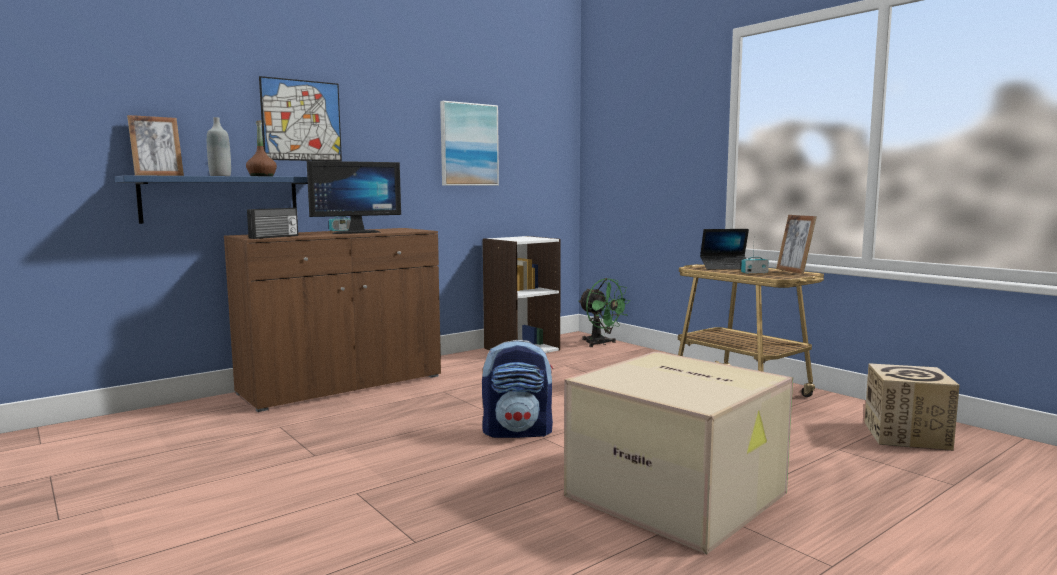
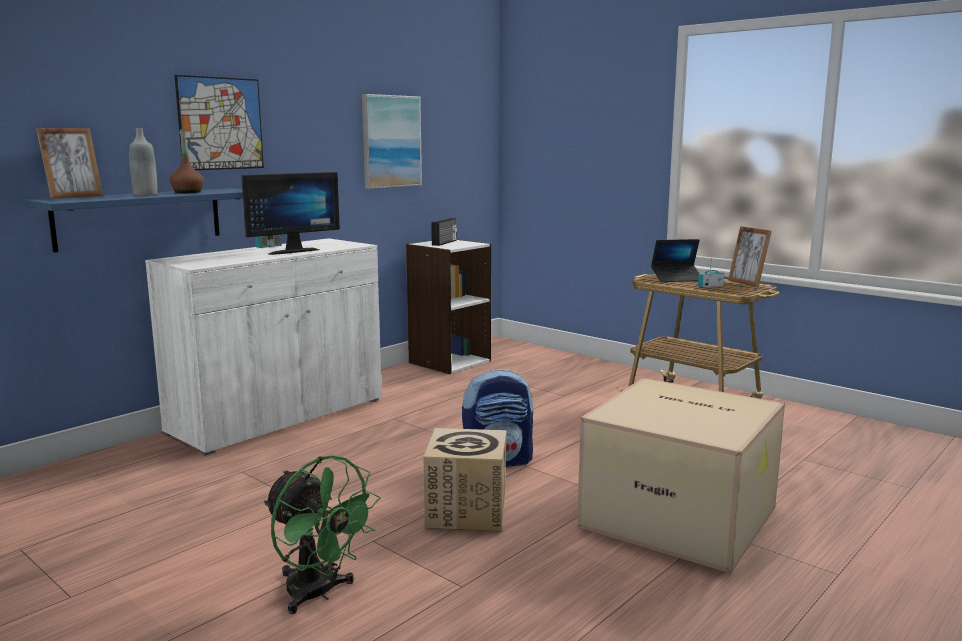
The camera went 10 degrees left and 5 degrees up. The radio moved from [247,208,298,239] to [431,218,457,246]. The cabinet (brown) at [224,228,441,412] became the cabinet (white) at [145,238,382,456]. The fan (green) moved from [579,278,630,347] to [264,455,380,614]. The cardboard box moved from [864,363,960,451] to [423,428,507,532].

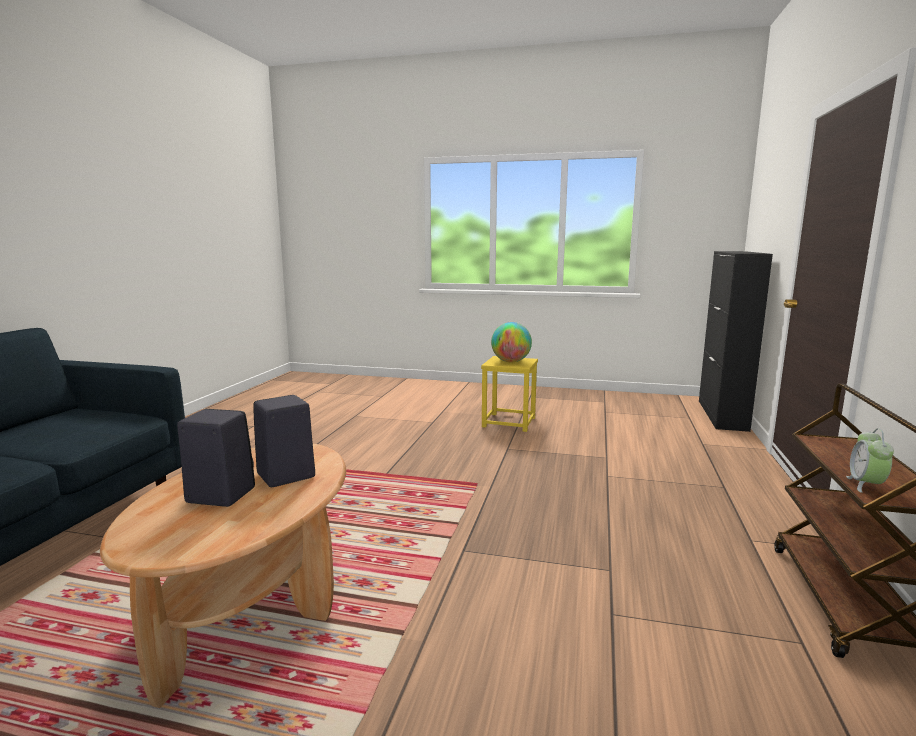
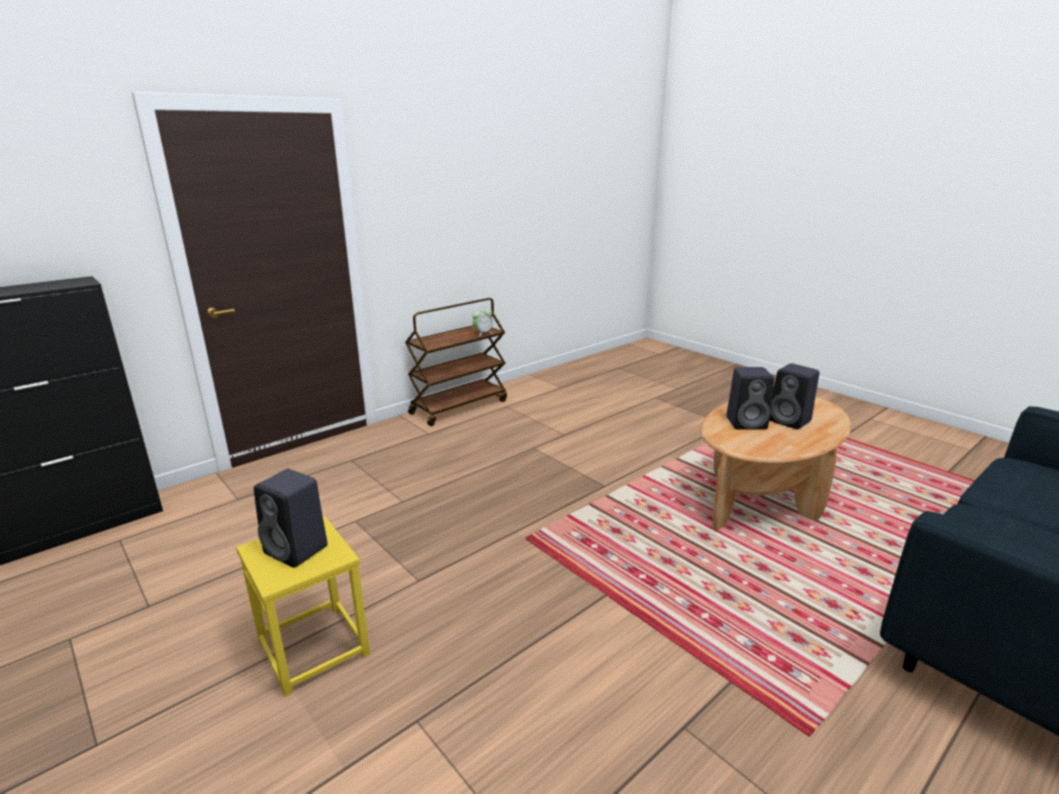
The camera went 145 degrees left and 10 degrees up. The globe at [491,322,532,362] was replaced by the speaker (black) at [254,469,328,568].

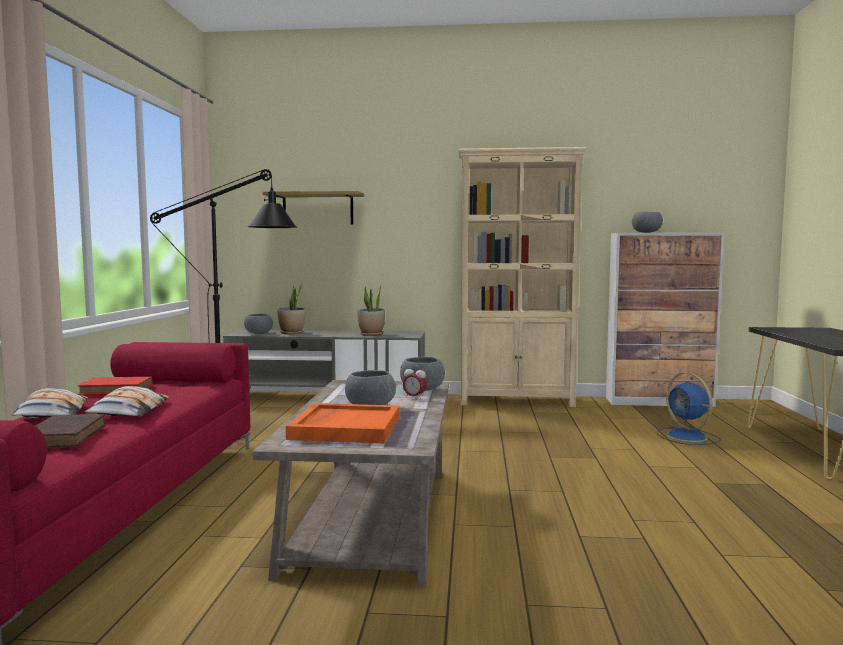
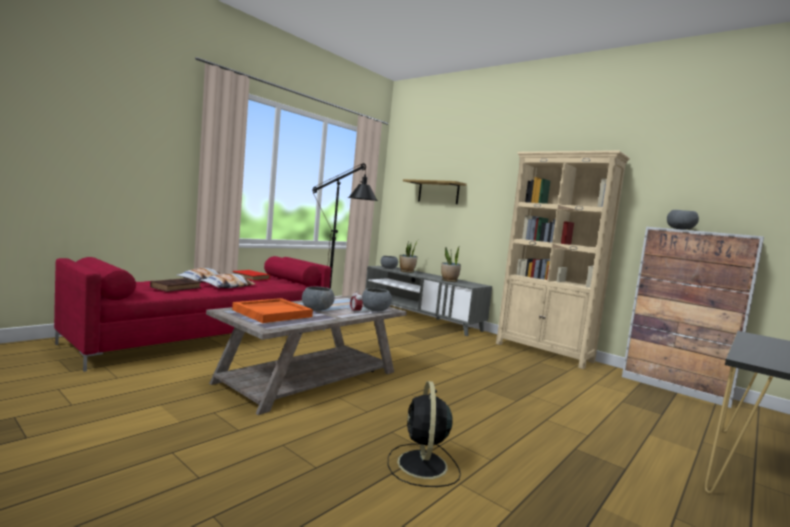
The camera went 35 degrees right and 0 degrees up. The fan (blue) at [657,373,721,445] disappeared. The fan (black) at [388,381,461,487] appeared.

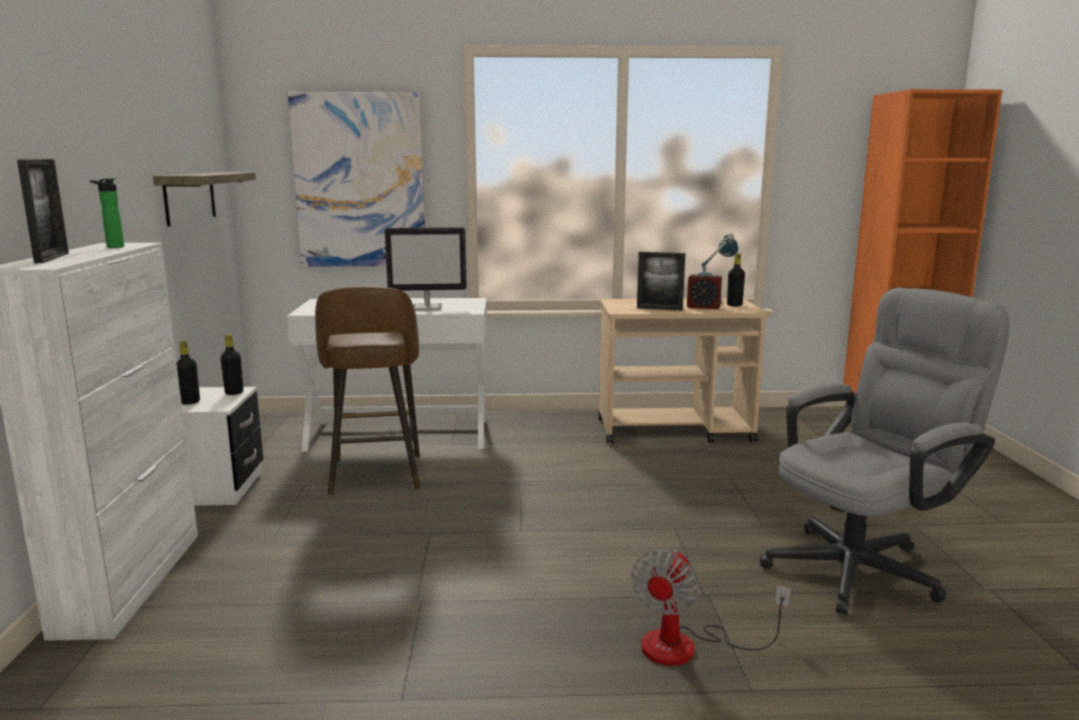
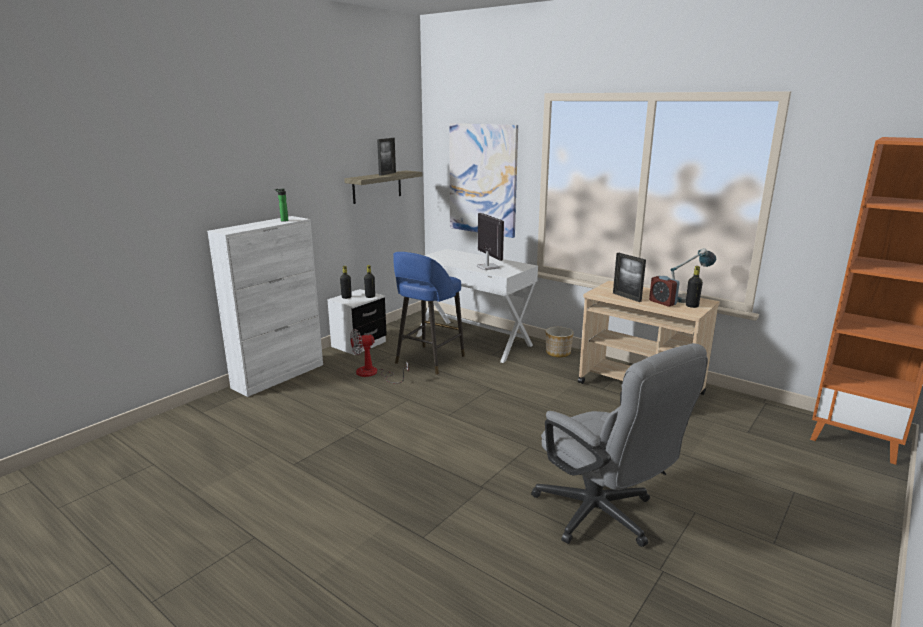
The camera went 40 degrees right and 5 degrees up. The picture frame moved from [17,159,69,263] to [377,138,396,176]. The monitor at [385,227,467,311] turned 150 degrees counterclockwise. The stool (brown) at [315,286,421,495] became the stool (blue) at [393,252,465,375]. The office chair (grey) at [759,288,1009,615] turned 45 degrees clockwise. The fan moved from [631,549,791,666] to [350,329,408,384]. The planter at [546,327,574,357] appeared.

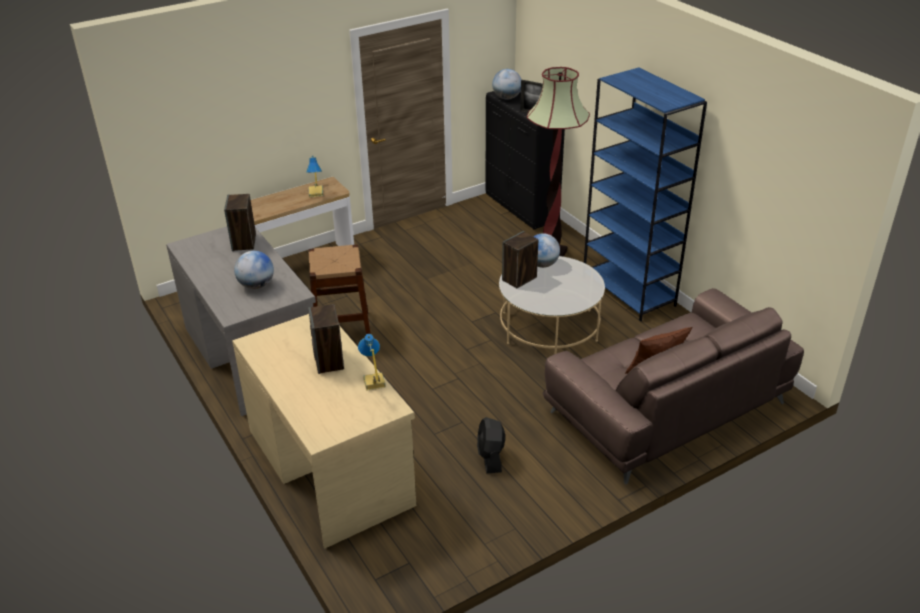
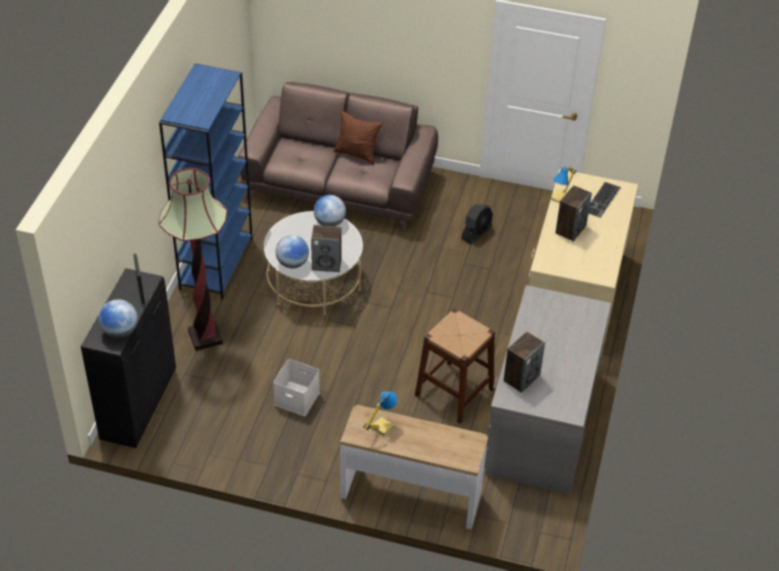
The camera went 135 degrees left and 10 degrees up. The globe moved from [234,251,274,289] to [314,195,346,226]. The keyboard at [589,182,621,218] appeared. The storage box (white) at [273,359,320,416] appeared.

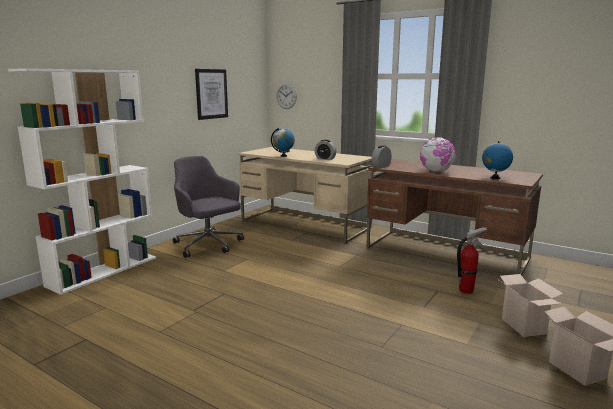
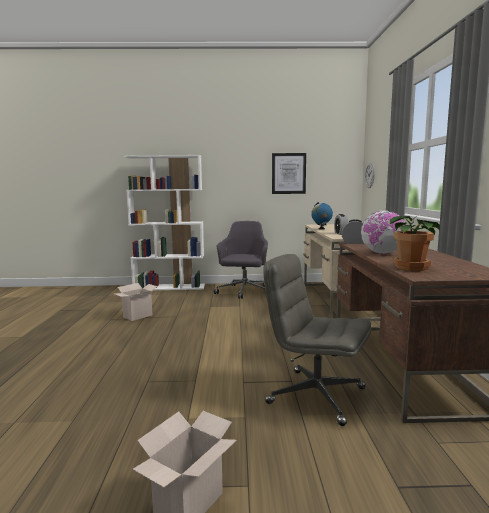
The camera went 55 degrees right and 5 degrees down. The globe at [482,141,513,179] was replaced by the potted plant at [390,216,440,271]. The fire extinguisher at [457,227,488,294] was replaced by the office chair (grey) at [263,254,372,426]. The cardboard box moved from [499,274,563,337] to [115,283,158,321].

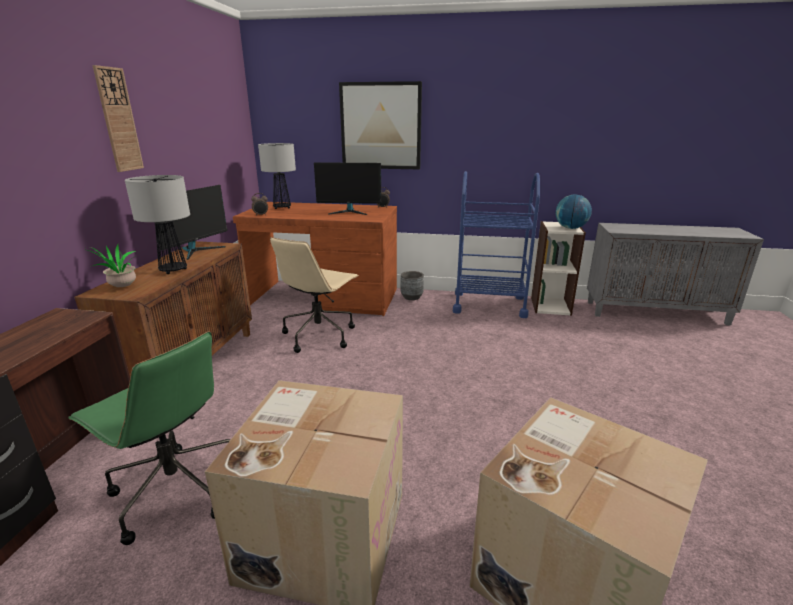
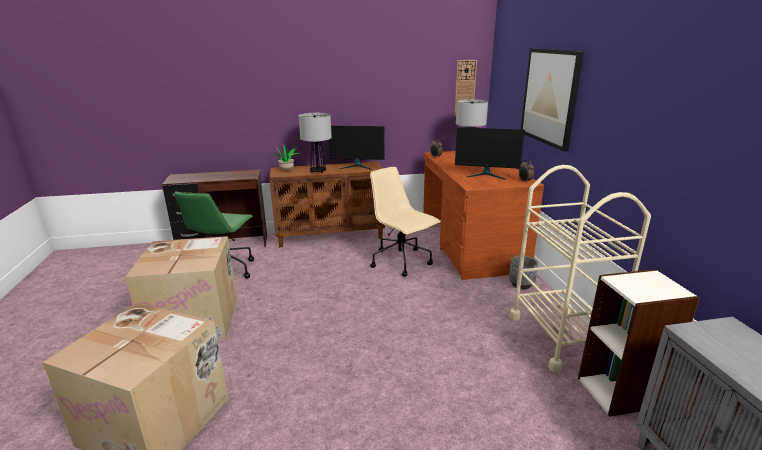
The camera went 70 degrees right and 0 degrees up. The wall clock moved from [92,65,144,172] to [454,60,477,116]. The monitor at [314,162,381,215] turned 60 degrees counterclockwise. The cart (blue) at [453,171,540,318] became the cart (beige) at [509,165,651,373]. The globe at [556,194,592,229] disappeared. The office chair (beige) at [270,237,359,353] turned 45 degrees clockwise.

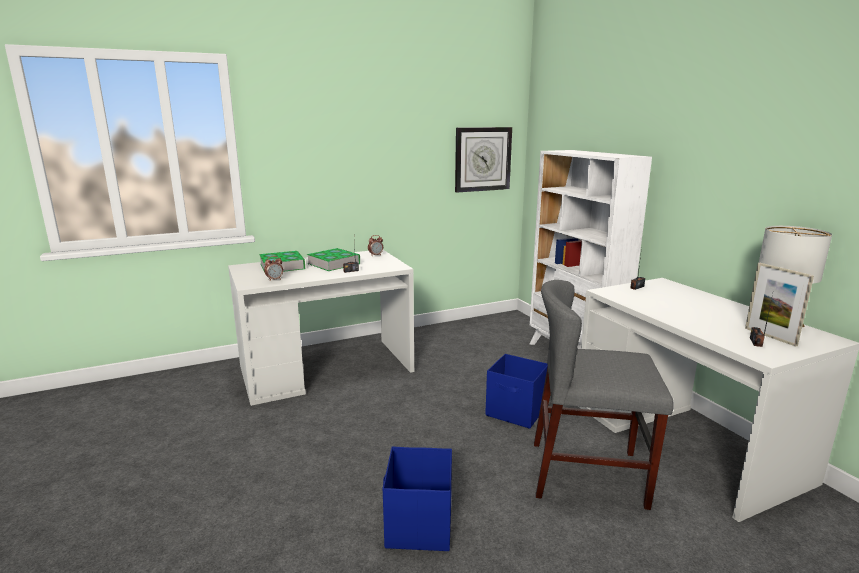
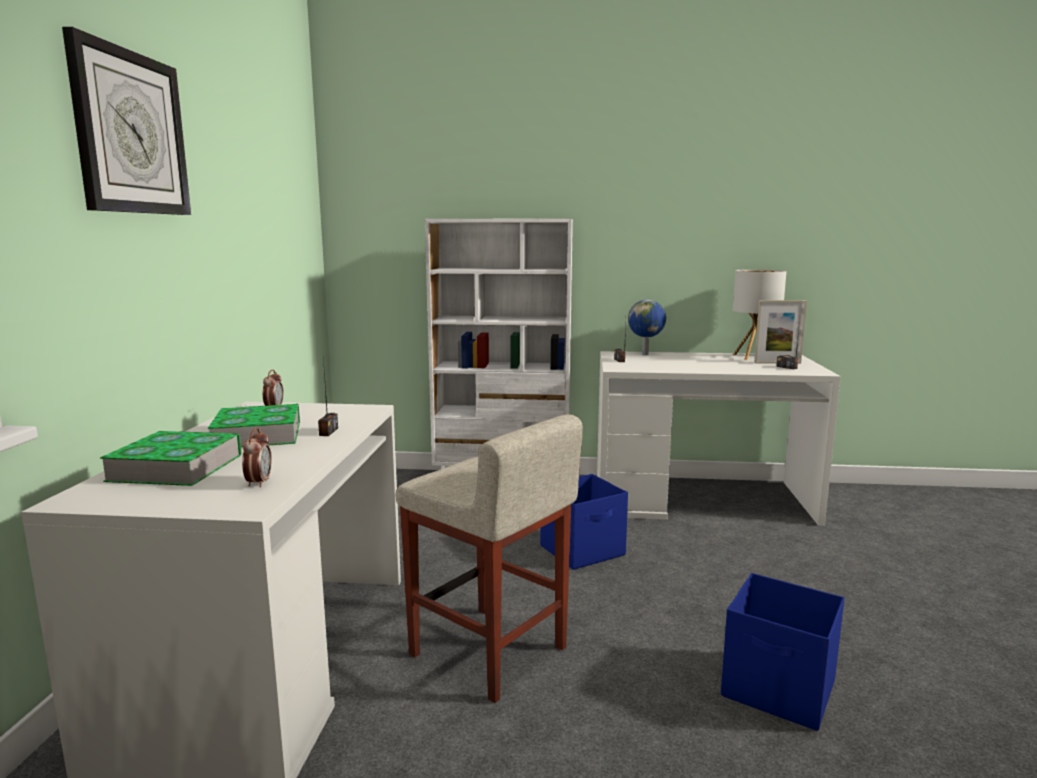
The camera went 60 degrees left and 5 degrees down. The wall clock moved from [455,127,512,192] to [62,27,191,215]. The chair (grey) at [534,280,674,510] disappeared. The globe at [628,300,666,355] appeared. The stool (beige) at [396,414,583,703] appeared.

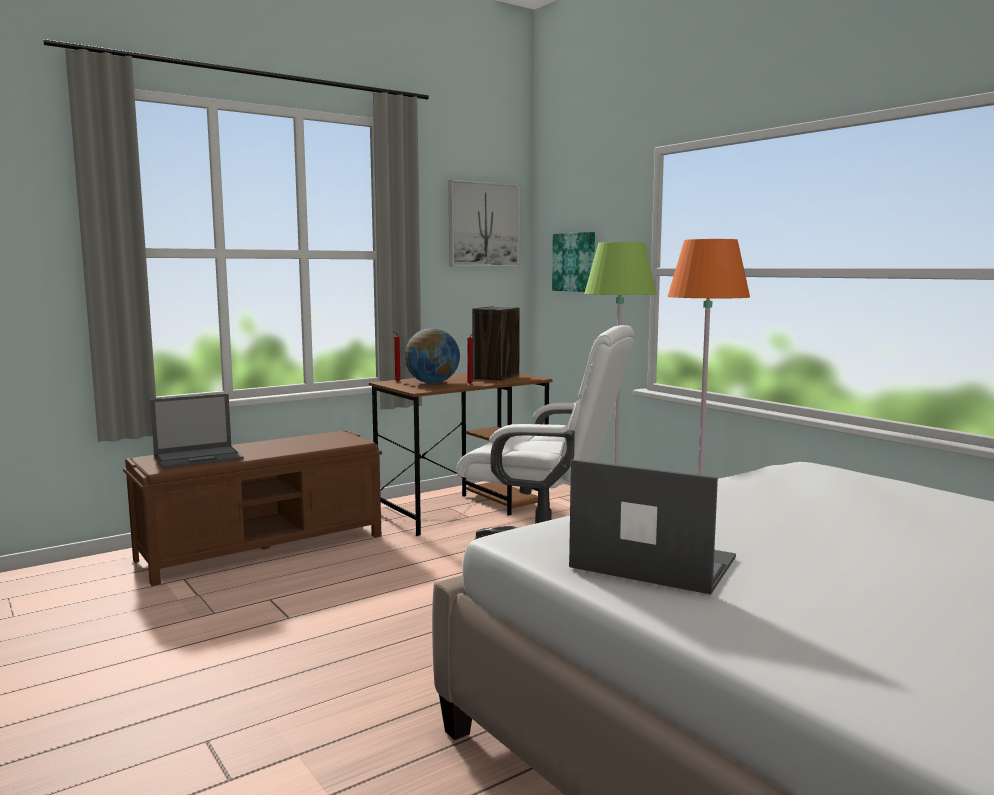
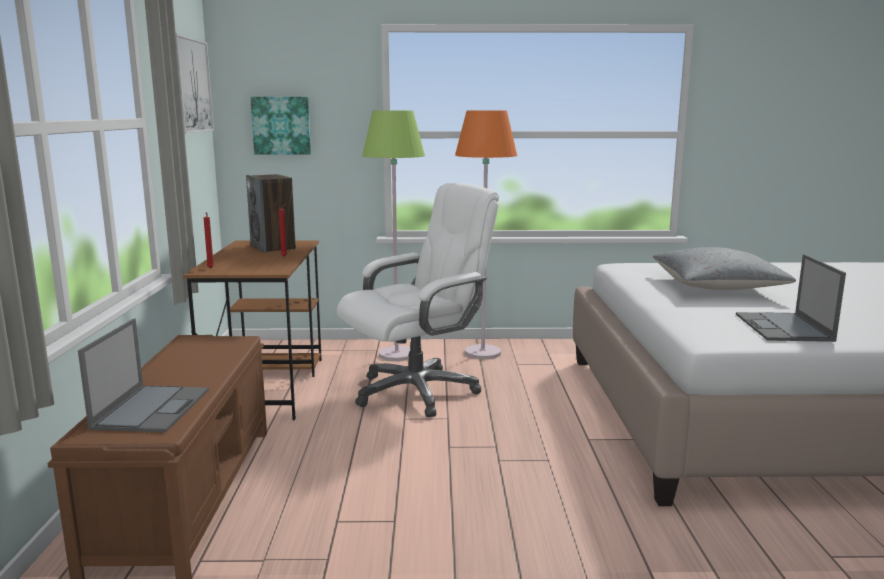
The camera went 55 degrees left and 5 degrees up. The globe at [405,328,460,384] disappeared. The laptop at [569,459,736,594] turned 60 degrees counterclockwise. The pillow (grey) at [653,247,796,290] appeared.

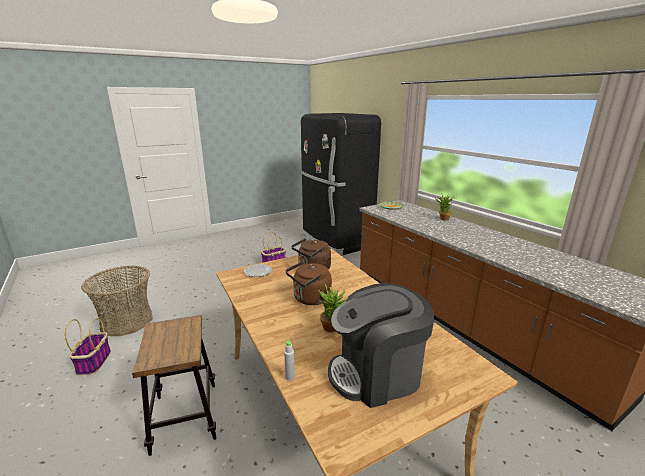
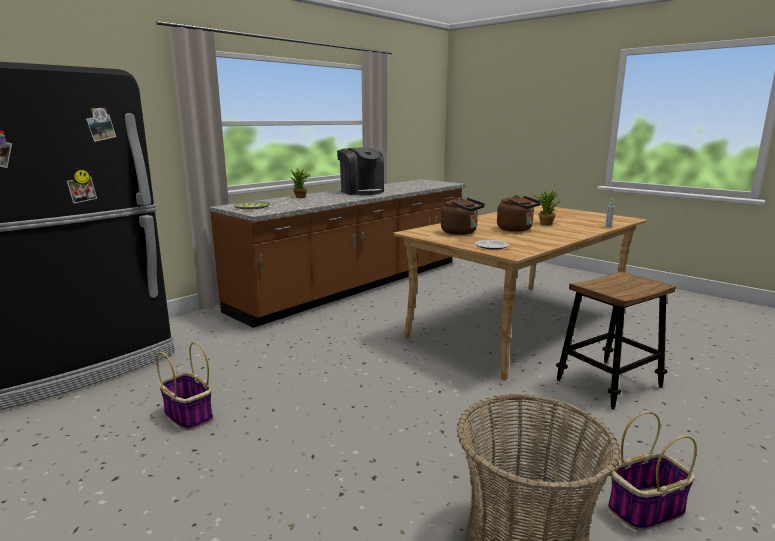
The camera went 105 degrees left and 5 degrees down. The coffee machine moved from [328,283,434,408] to [337,148,384,195].

